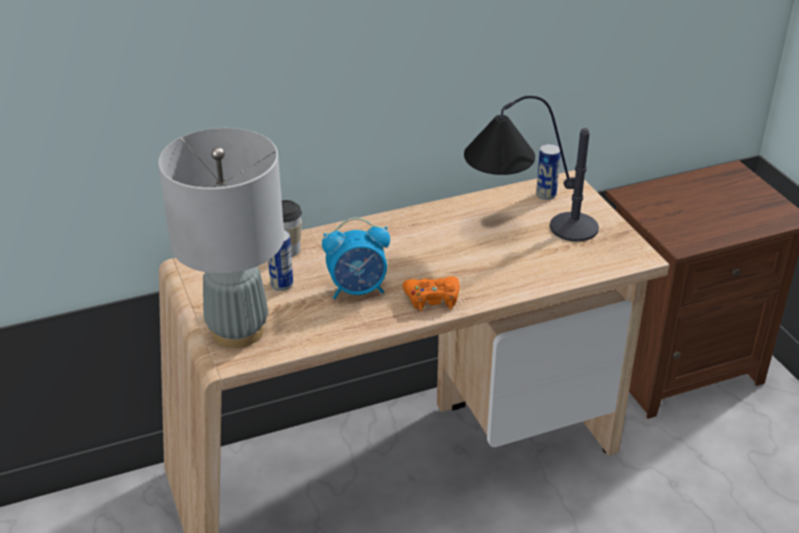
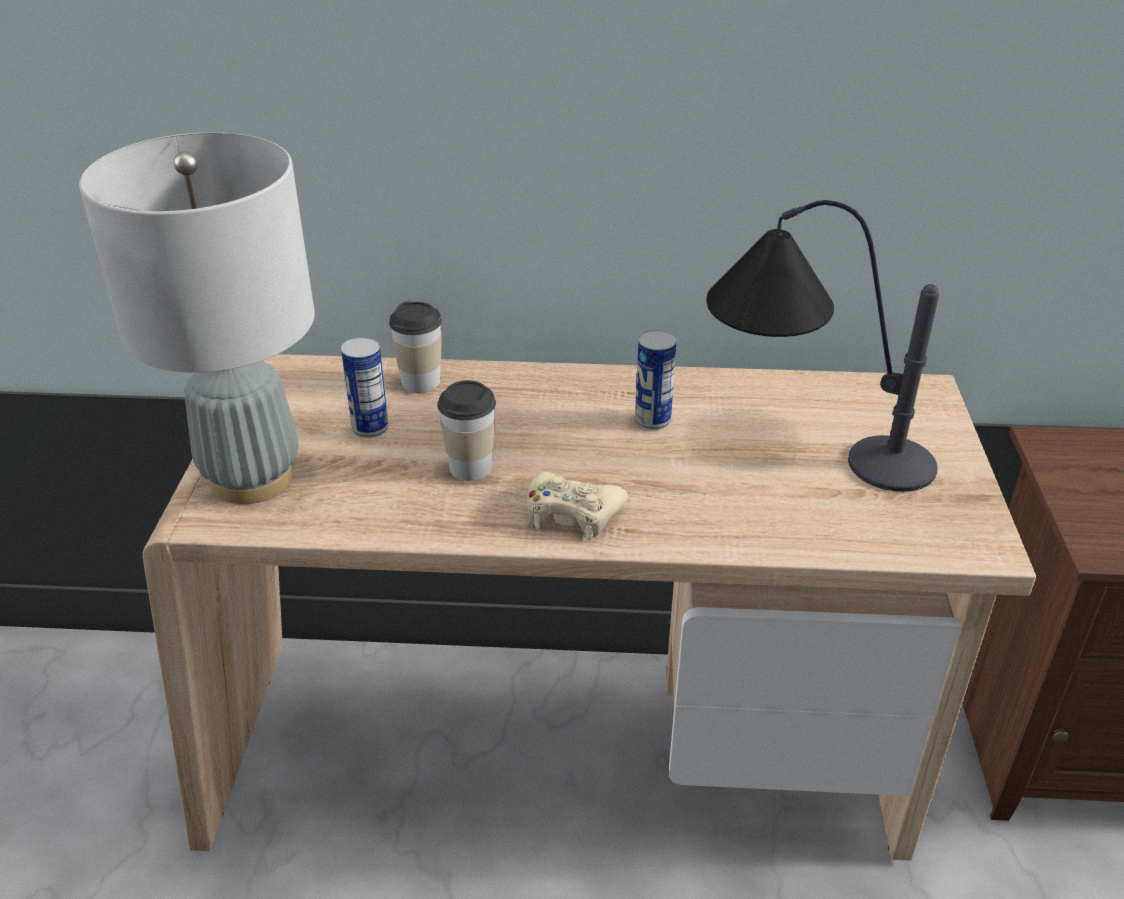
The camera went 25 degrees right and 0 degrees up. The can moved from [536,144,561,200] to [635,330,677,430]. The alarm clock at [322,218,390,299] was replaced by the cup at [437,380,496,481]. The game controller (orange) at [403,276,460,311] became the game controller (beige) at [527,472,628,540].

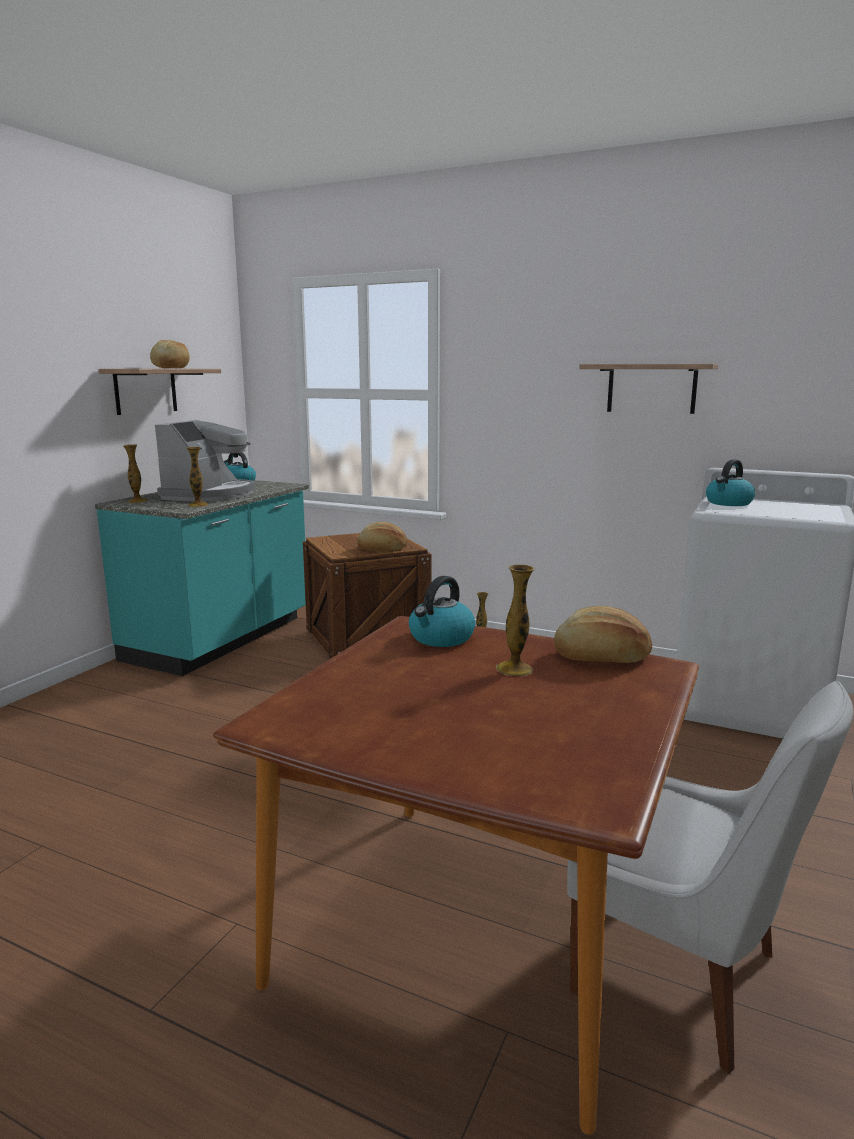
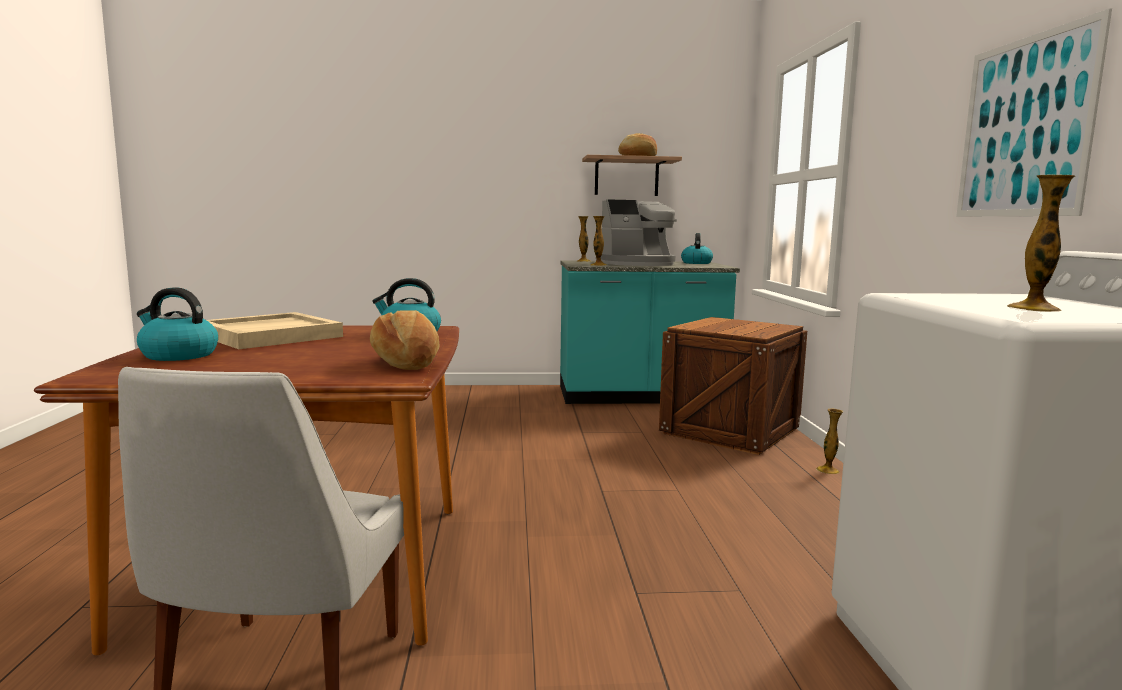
The camera went 60 degrees right and 5 degrees down. The shelf at [579,364,718,414] was replaced by the picture at [956,8,1112,216]. The kettle moved from [706,459,755,506] to [137,287,218,361]. The bread at [357,522,408,550] disappeared. The vase moved from [496,564,535,676] to [1007,175,1075,312]. The tray (beige) at [207,312,343,349] appeared.

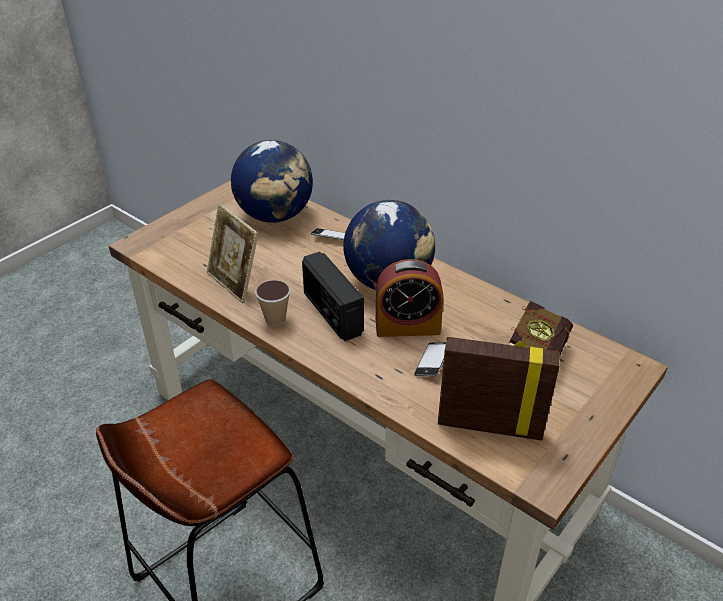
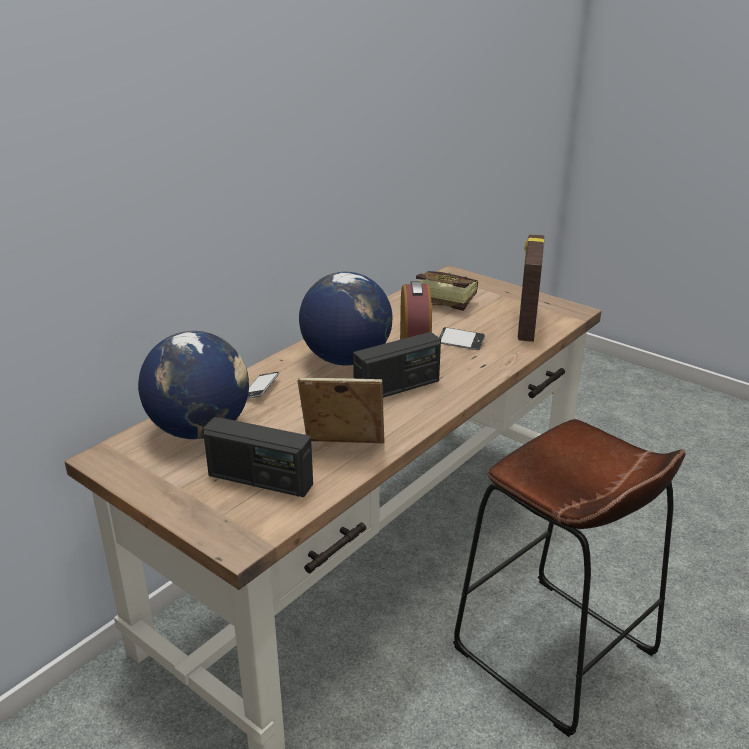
The camera went 90 degrees left and 10 degrees down. The picture frame at [207,204,258,303] turned 135 degrees counterclockwise. The cup at [255,280,290,326] disappeared. The radio at [203,417,313,497] appeared.

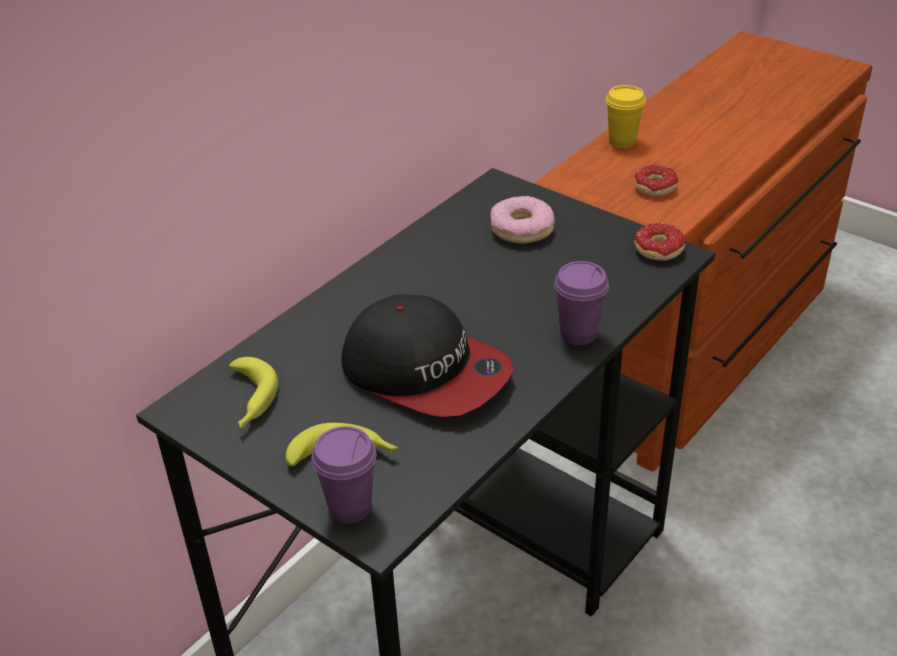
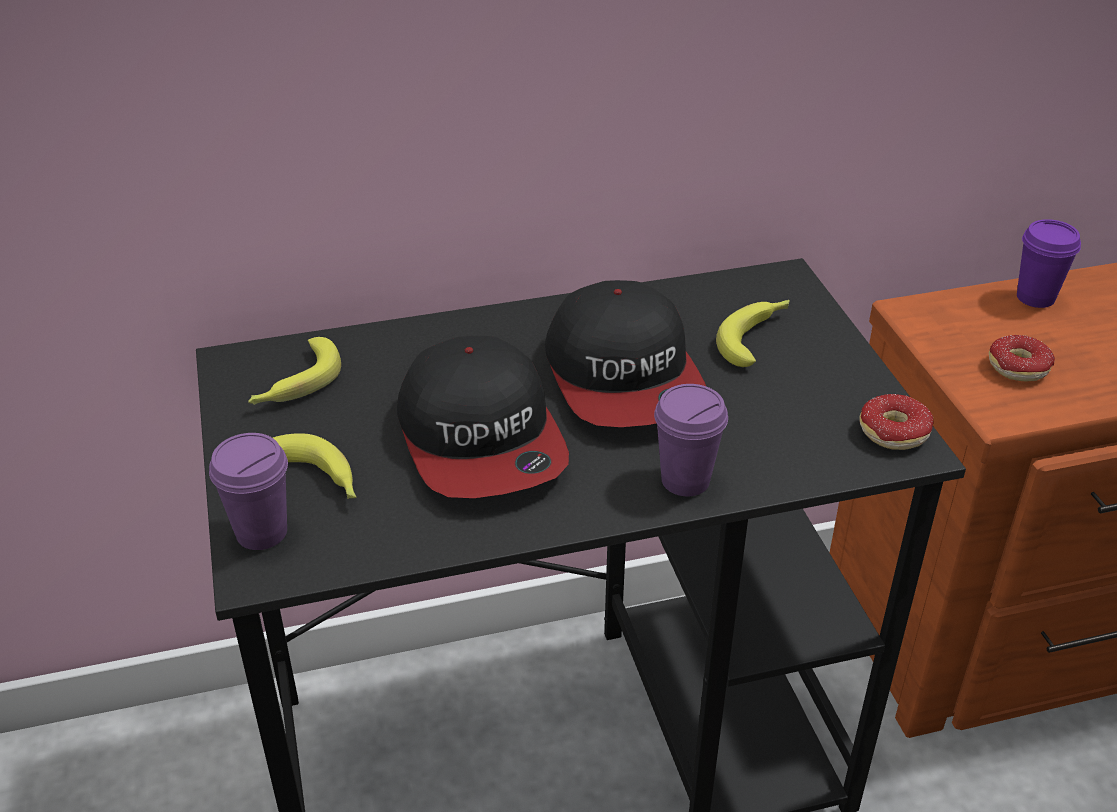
The camera went 35 degrees right and 0 degrees up. The cup (yellow) at [606,85,646,148] became the cup (purple) at [1017,219,1081,308]. The donut at [490,196,555,244] was replaced by the banana at [716,300,790,367]. The cap at [545,280,707,427] appeared.

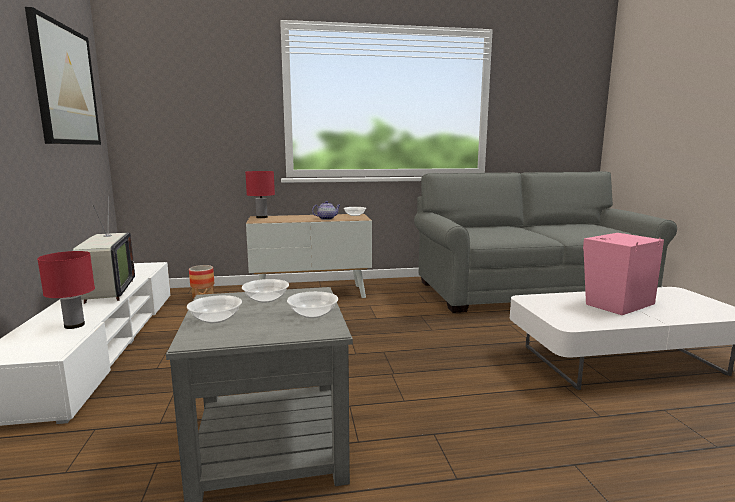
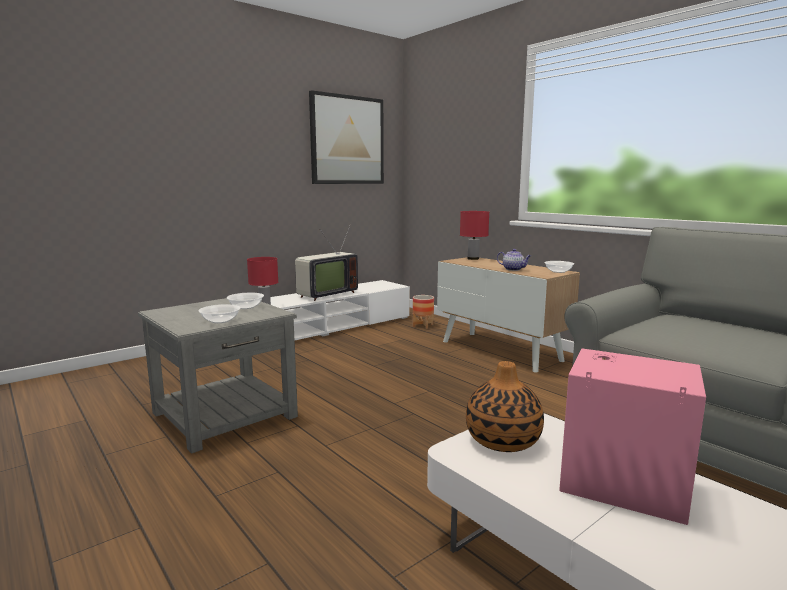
The camera went 60 degrees right and 0 degrees up. The bowl at [187,295,242,323] disappeared. The vase at [466,361,544,452] appeared.

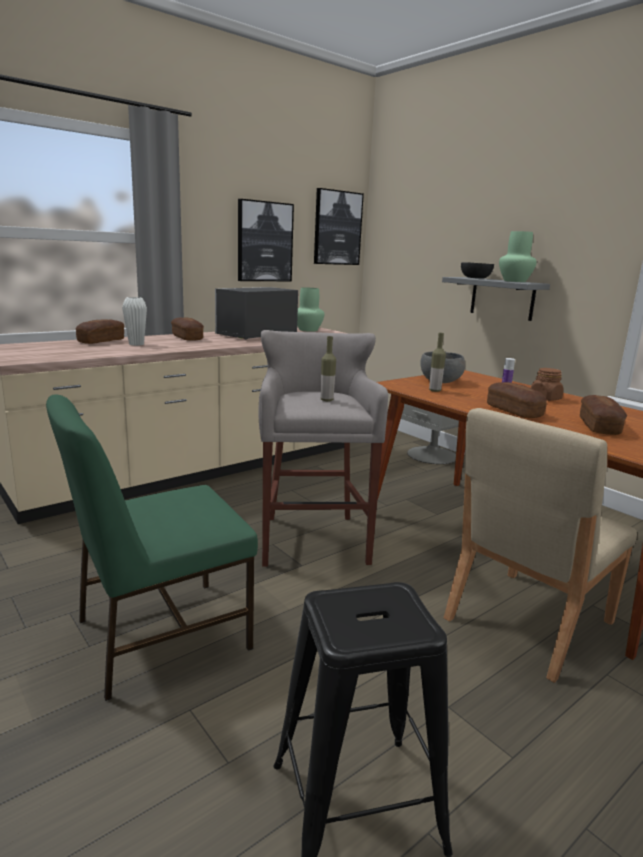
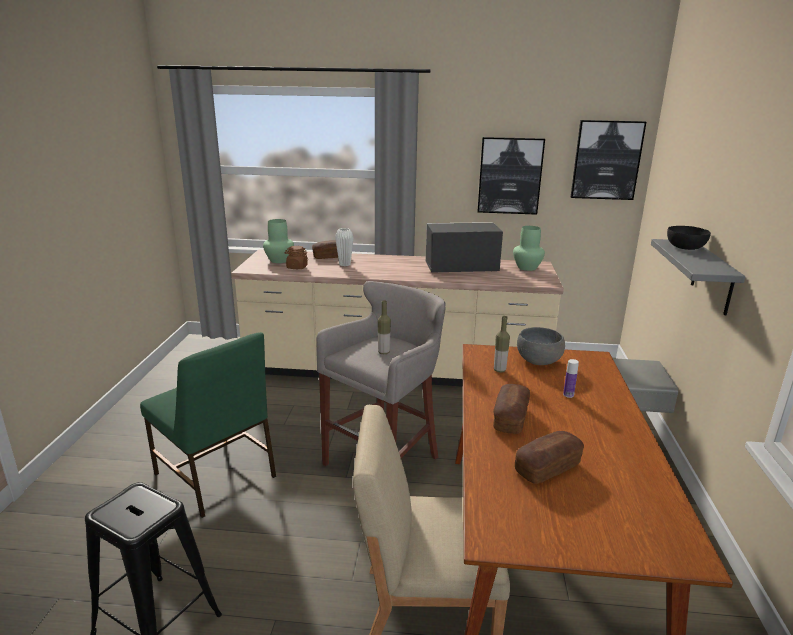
The camera went 45 degrees right and 5 degrees up. The vase (green) moved from [499,231,537,282] to [263,219,294,263]. The bread at [171,317,204,341] disappeared. The jar (brown) moved from [531,368,564,401] to [285,246,308,269]. The chair (green) at [46,394,258,701] turned 150 degrees counterclockwise.

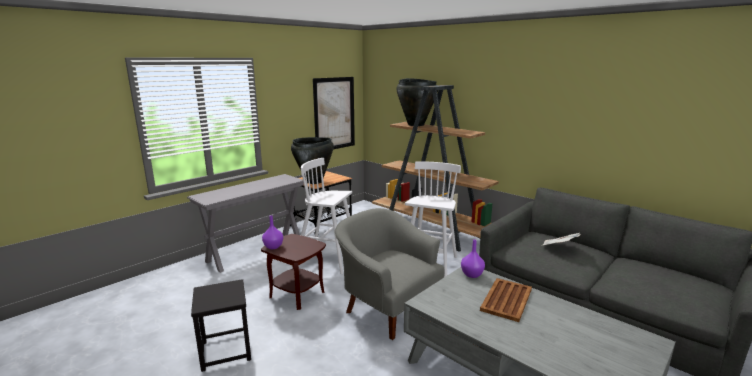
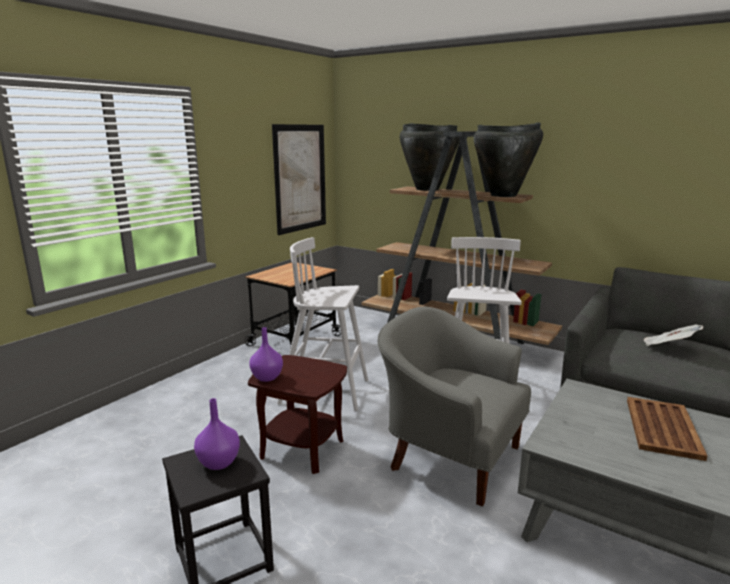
The camera went 10 degrees left and 0 degrees up. The vase (black) moved from [291,137,334,184] to [474,122,543,197]. The console table (grey) at [187,174,304,273] disappeared. The vase (purple) moved from [461,240,485,278] to [194,398,240,470].

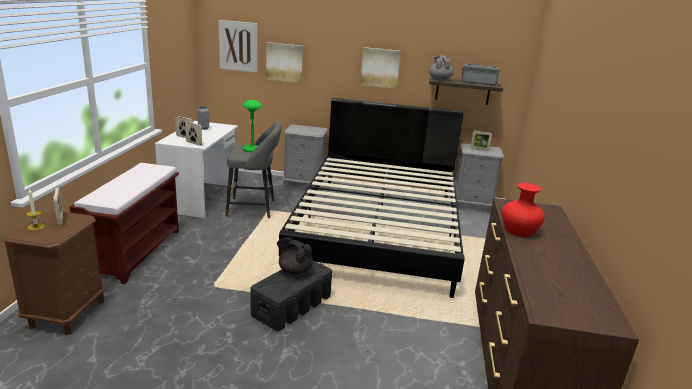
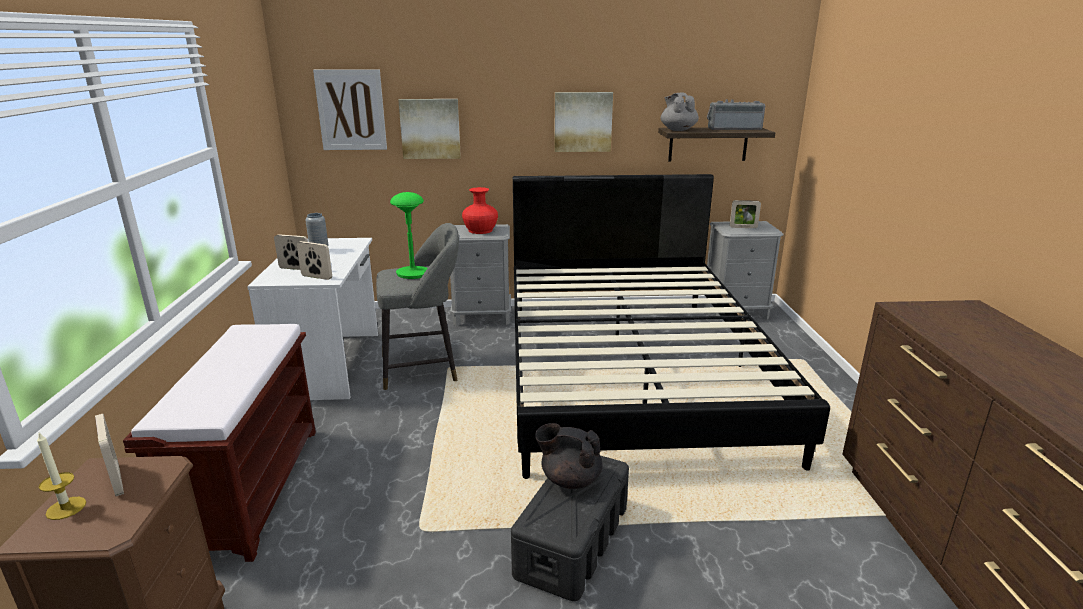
The camera went 10 degrees left and 0 degrees up. The vase (red) moved from [502,183,545,237] to [462,187,498,234].

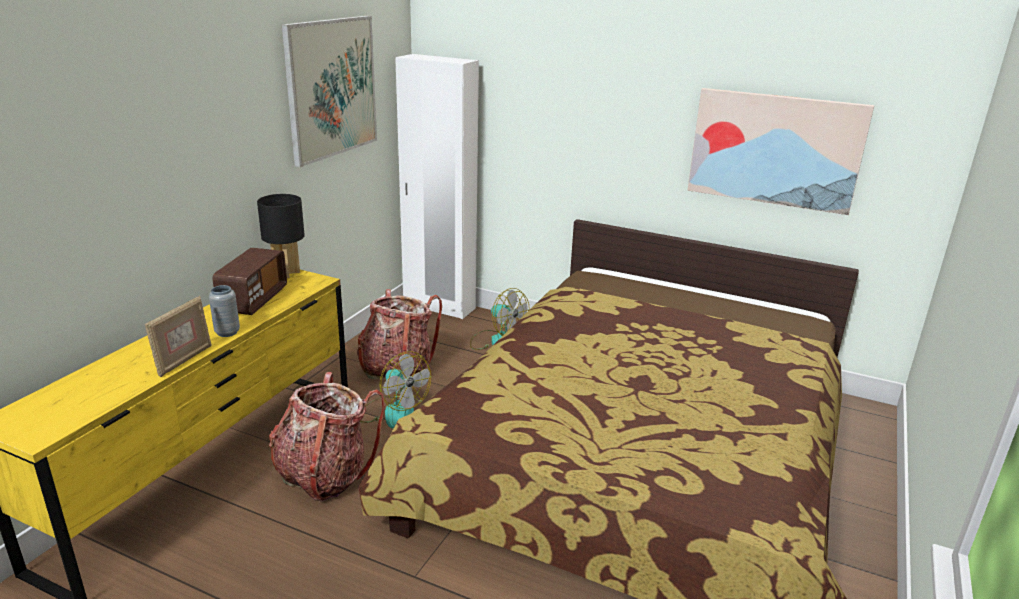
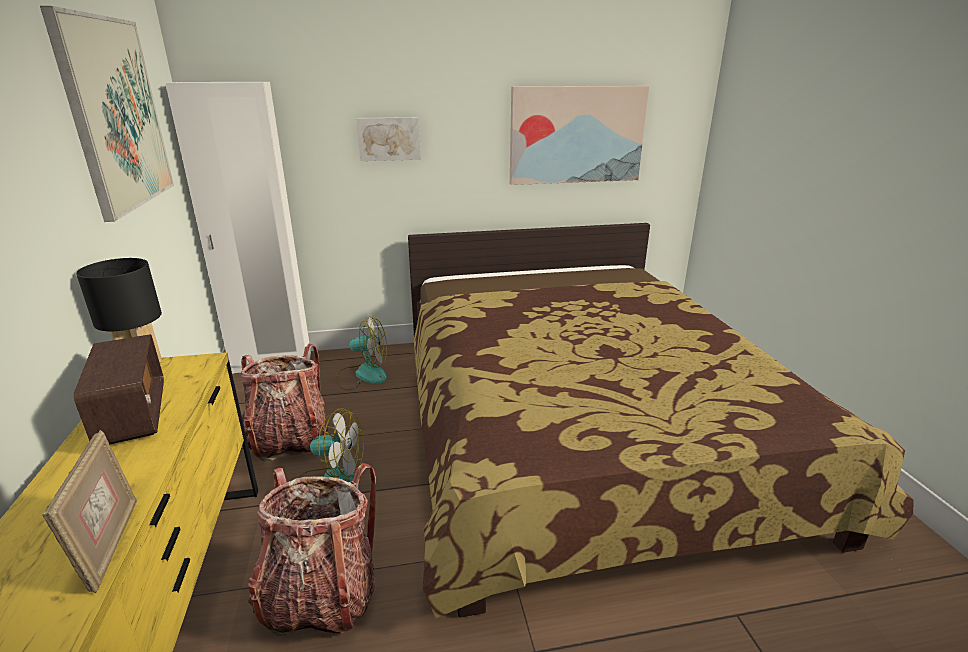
The camera went 35 degrees left and 0 degrees up. The vase (grey) at [209,285,240,337] disappeared. The picture at [356,117,421,161] appeared.

